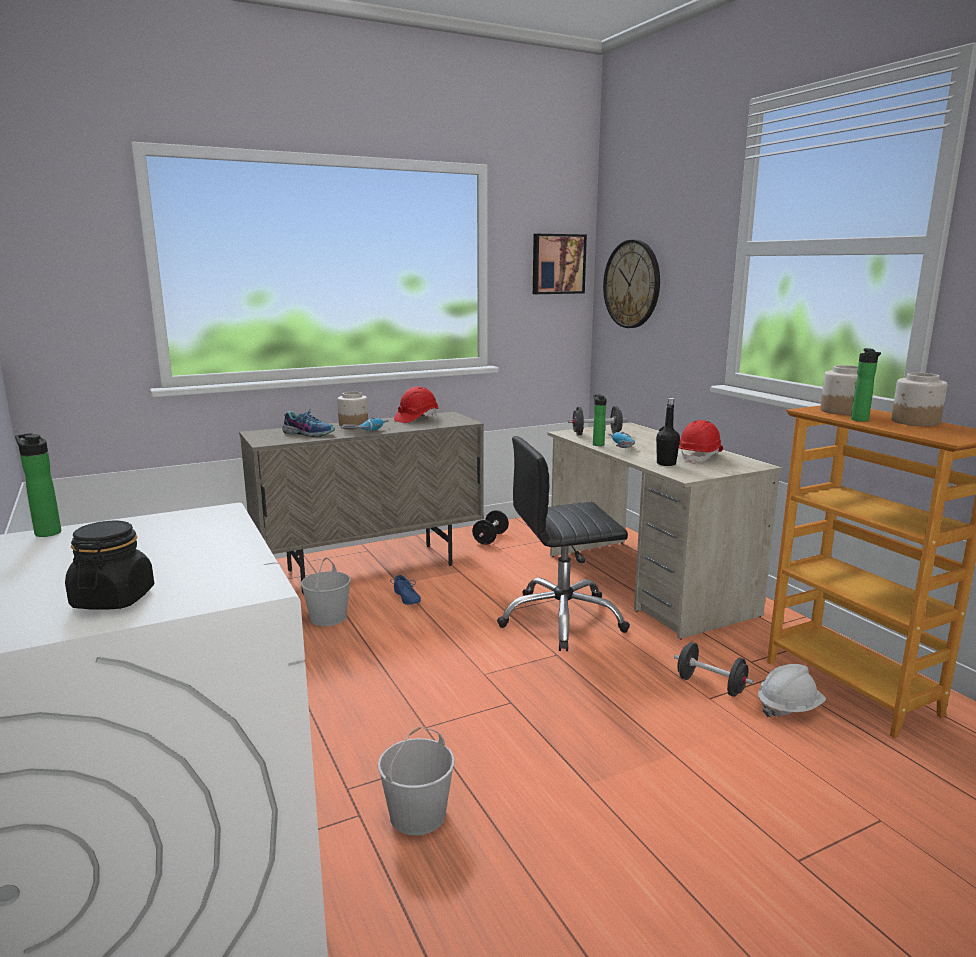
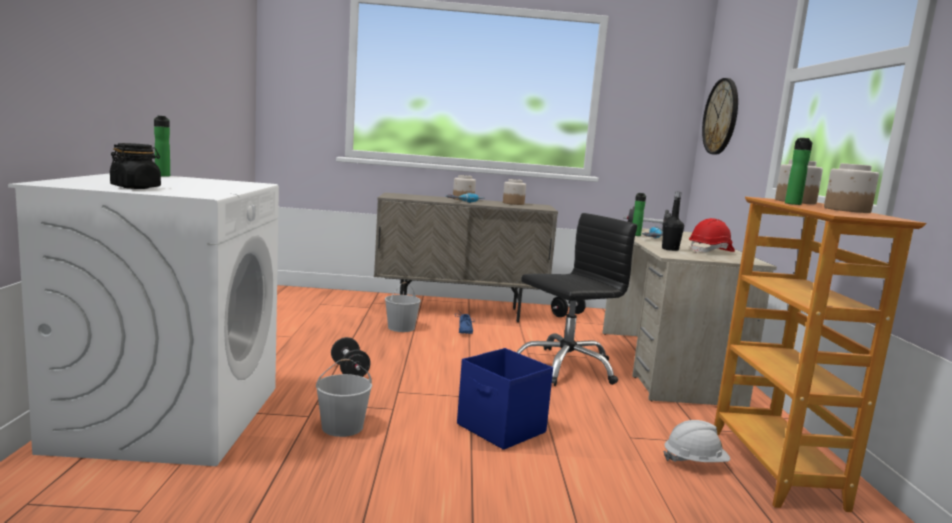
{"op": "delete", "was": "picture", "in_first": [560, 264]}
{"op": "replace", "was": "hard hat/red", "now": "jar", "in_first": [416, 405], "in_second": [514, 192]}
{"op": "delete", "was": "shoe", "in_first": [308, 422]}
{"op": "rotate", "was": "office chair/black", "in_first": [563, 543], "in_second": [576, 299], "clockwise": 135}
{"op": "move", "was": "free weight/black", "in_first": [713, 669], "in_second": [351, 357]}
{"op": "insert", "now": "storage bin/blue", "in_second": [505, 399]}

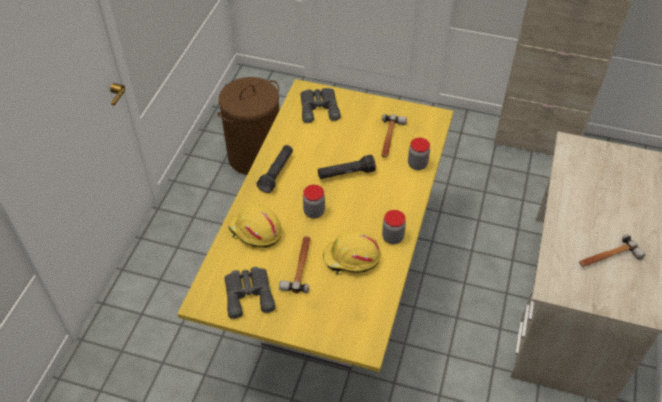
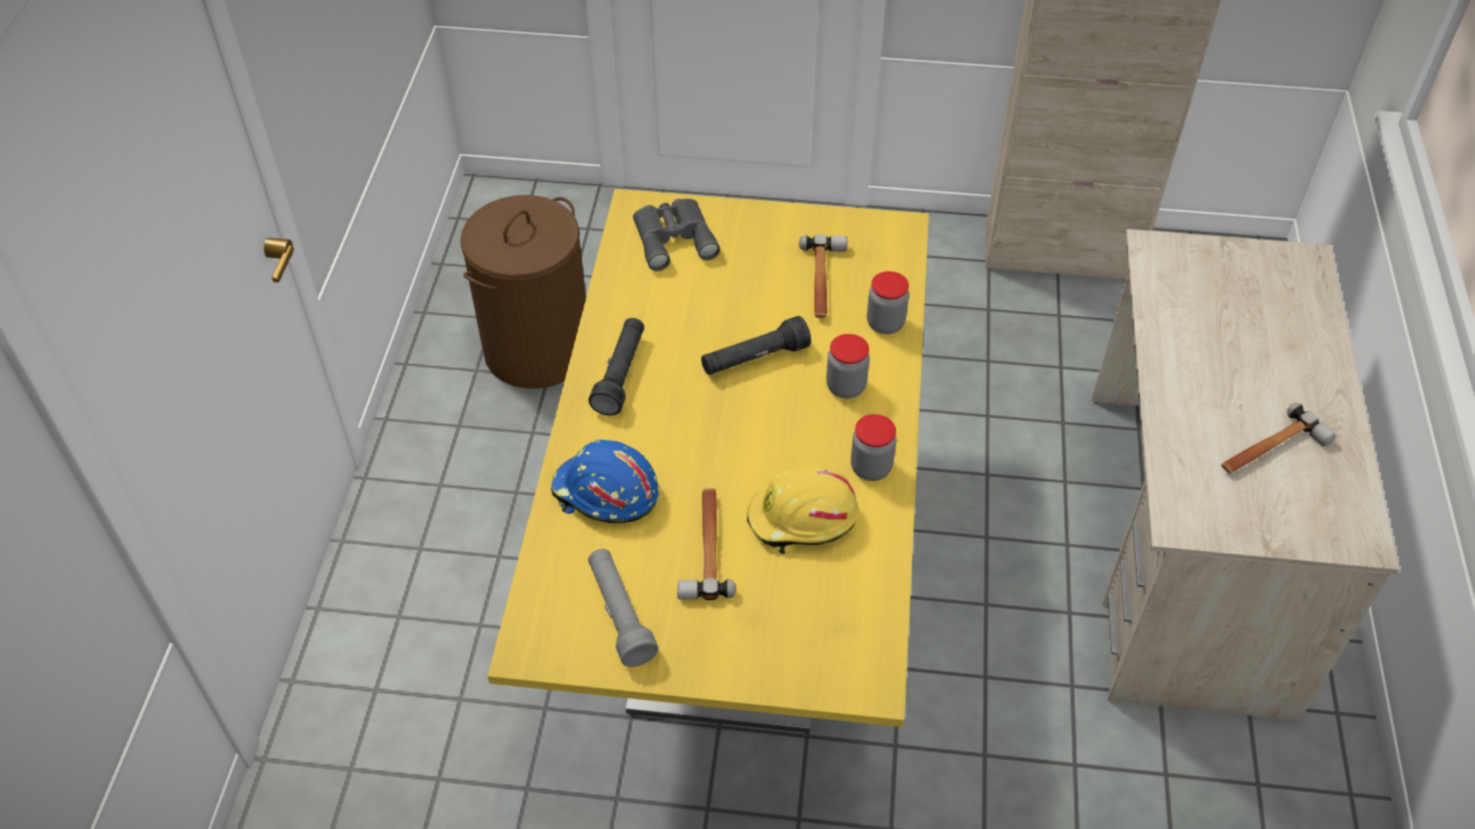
{"op": "move", "was": "jar", "in_first": [314, 201], "in_second": [848, 366]}
{"op": "recolor", "was": "hard hat/yellow", "now": "hard hat/blue", "in_first": [255, 226], "in_second": [605, 481]}
{"op": "replace", "was": "binoculars/grey", "now": "flashlight/grey", "in_first": [249, 293], "in_second": [623, 608]}

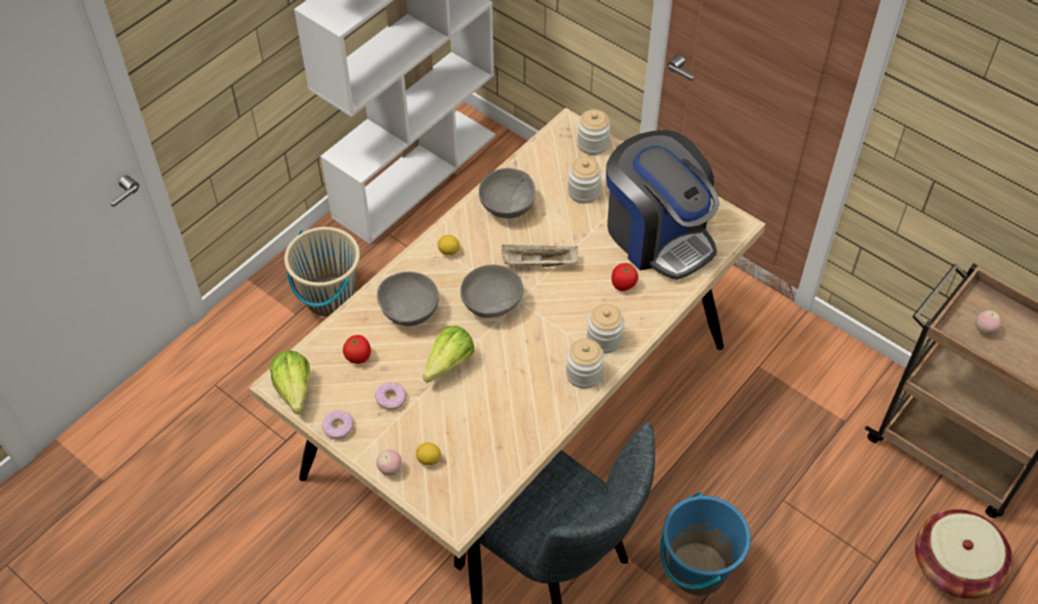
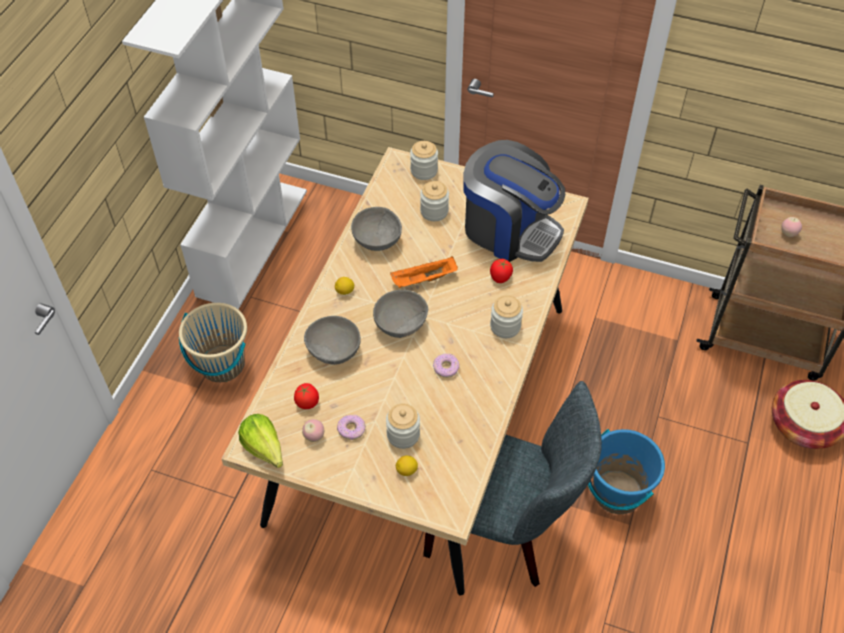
{"op": "recolor", "was": "tray/beige", "now": "tray/orange", "in_first": [540, 255], "in_second": [424, 272]}
{"op": "delete", "was": "lettuce head", "in_first": [448, 354]}
{"op": "move", "was": "jar", "in_first": [585, 363], "in_second": [403, 426]}
{"op": "move", "was": "doughnut", "in_first": [338, 425], "in_second": [446, 365]}
{"op": "move", "was": "apple", "in_first": [389, 463], "in_second": [313, 430]}

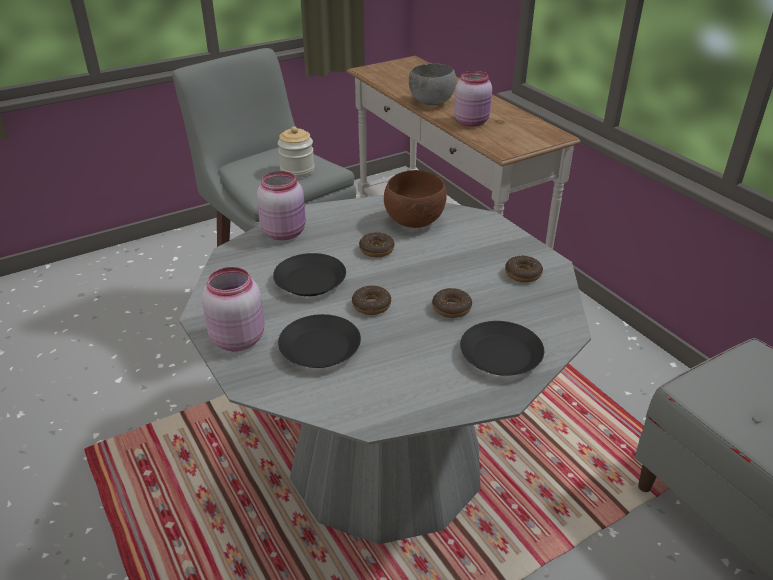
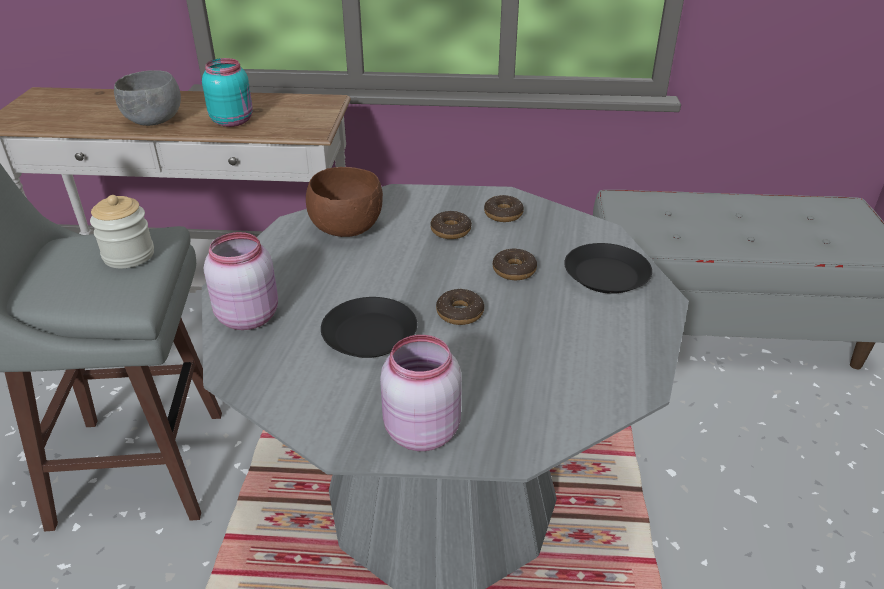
{"op": "recolor", "was": "jar/pinkish", "now": "jar/turquoise-coloured", "in_first": [473, 98], "in_second": [227, 92]}
{"op": "move", "was": "doughnut", "in_first": [376, 244], "in_second": [451, 225]}
{"op": "delete", "was": "flat dish/black", "in_first": [319, 341]}

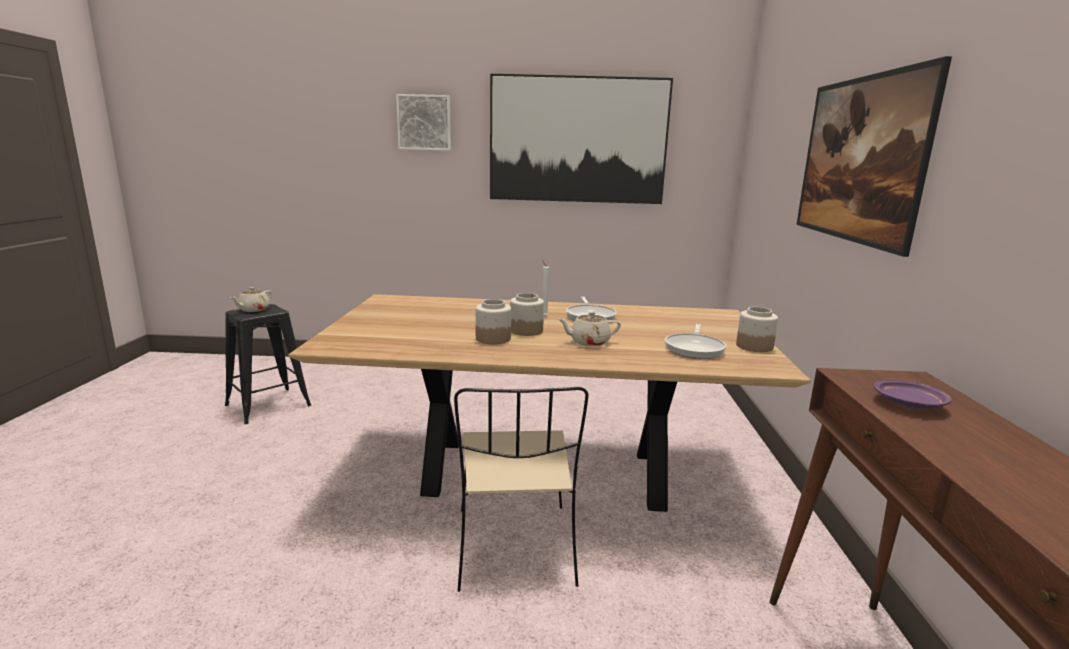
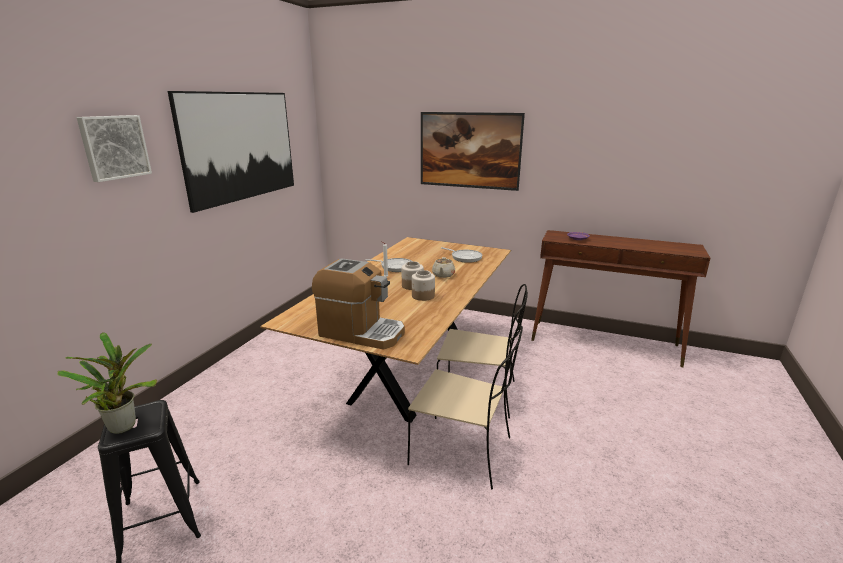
{"op": "replace", "was": "tea pot/beige", "now": "plant in a pot", "in_first": [251, 299], "in_second": [107, 383]}
{"op": "delete", "was": "jar", "in_first": [757, 329]}
{"op": "insert", "now": "coffee brewer", "in_second": [358, 303]}
{"op": "insert", "now": "upright chair/beige", "in_second": [465, 407]}

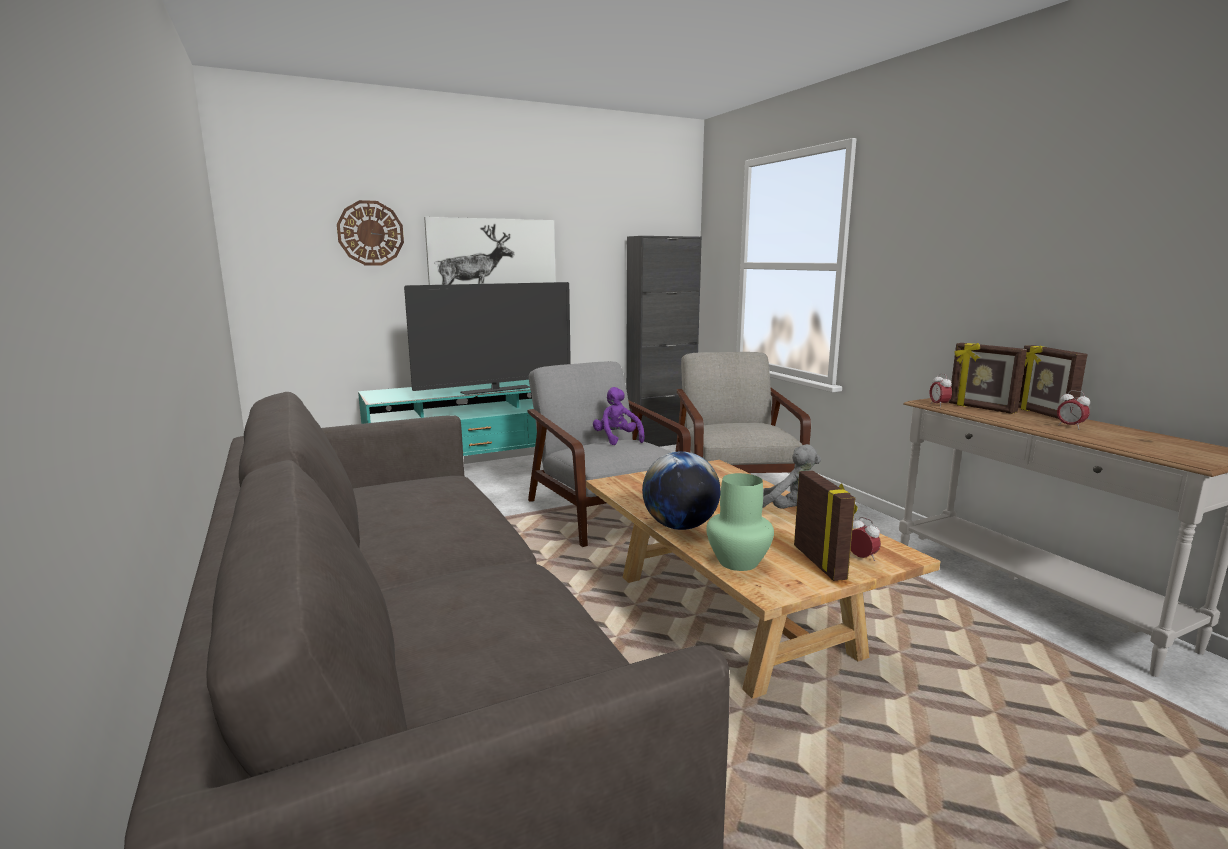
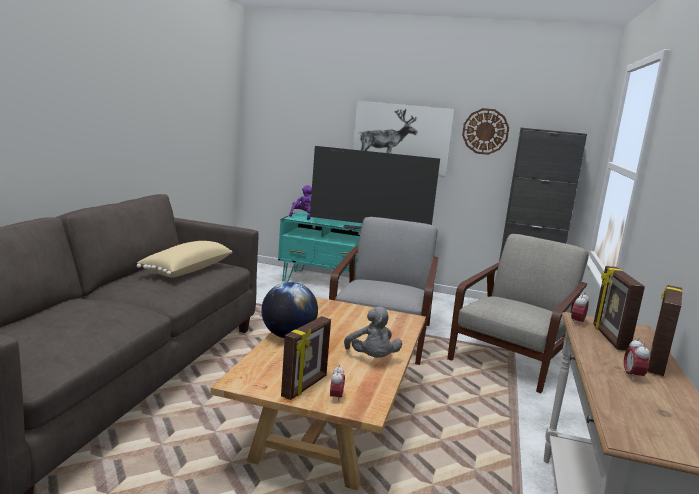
{"op": "move", "was": "hanging clock", "in_first": [370, 233], "in_second": [485, 131]}
{"op": "move", "was": "soft toy/purple", "in_first": [619, 416], "in_second": [300, 202]}
{"op": "delete", "was": "decorative vase/green", "in_first": [740, 522]}
{"op": "insert", "now": "cushion/beige", "in_second": [184, 259]}

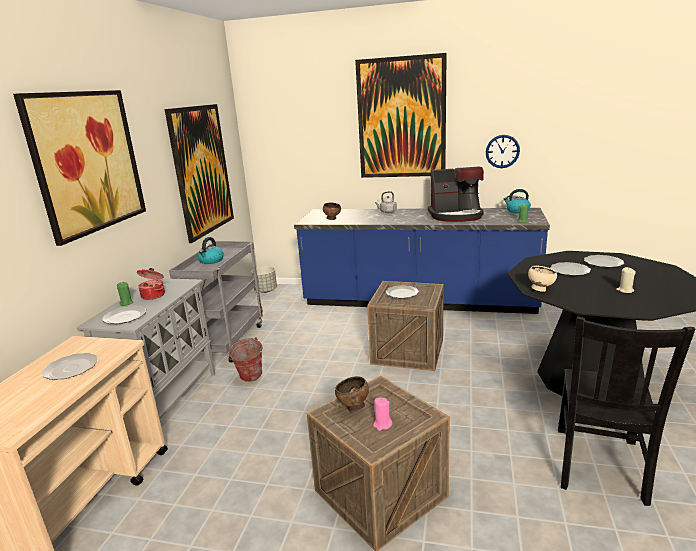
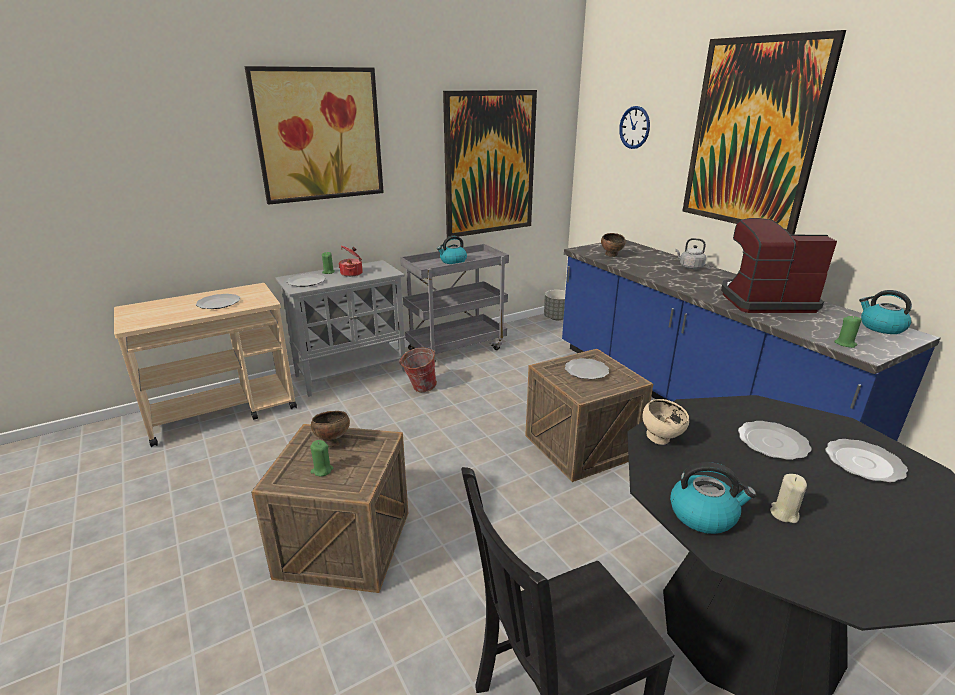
{"op": "move", "was": "hanging clock", "in_first": [503, 151], "in_second": [634, 127]}
{"op": "rotate", "was": "coffee brewer", "in_first": [456, 194], "in_second": [779, 265], "clockwise": 135}
{"op": "recolor", "was": "wax candle/pinkish", "now": "wax candle/green", "in_first": [382, 414], "in_second": [322, 458]}
{"op": "insert", "now": "water kettle", "in_second": [713, 498]}

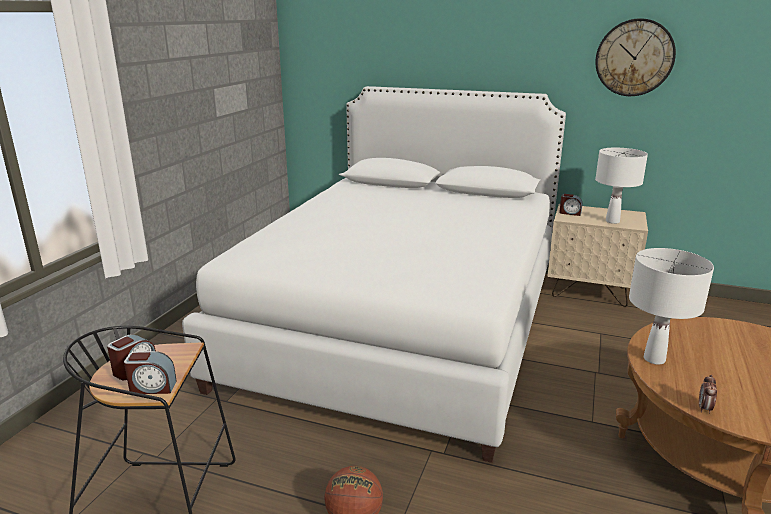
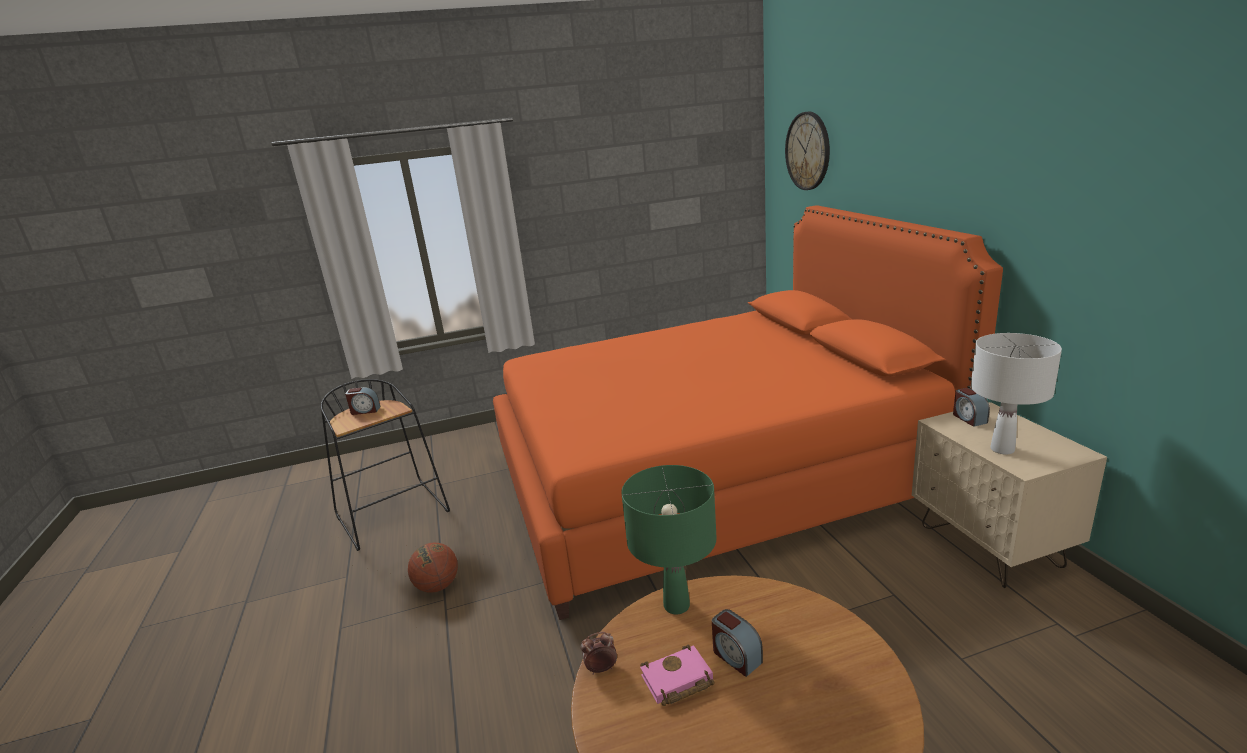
{"op": "move", "was": "hanging clock", "in_first": [636, 57], "in_second": [807, 151]}
{"op": "recolor", "was": "bedroom bed/white", "now": "bedroom bed/orange", "in_first": [374, 274], "in_second": [748, 413]}
{"op": "recolor", "was": "tabletop lamp/white", "now": "tabletop lamp/green", "in_first": [671, 306], "in_second": [669, 539]}
{"op": "move", "was": "table clock", "in_first": [150, 372], "in_second": [737, 643]}
{"op": "insert", "now": "book/pinkish", "in_second": [677, 675]}

